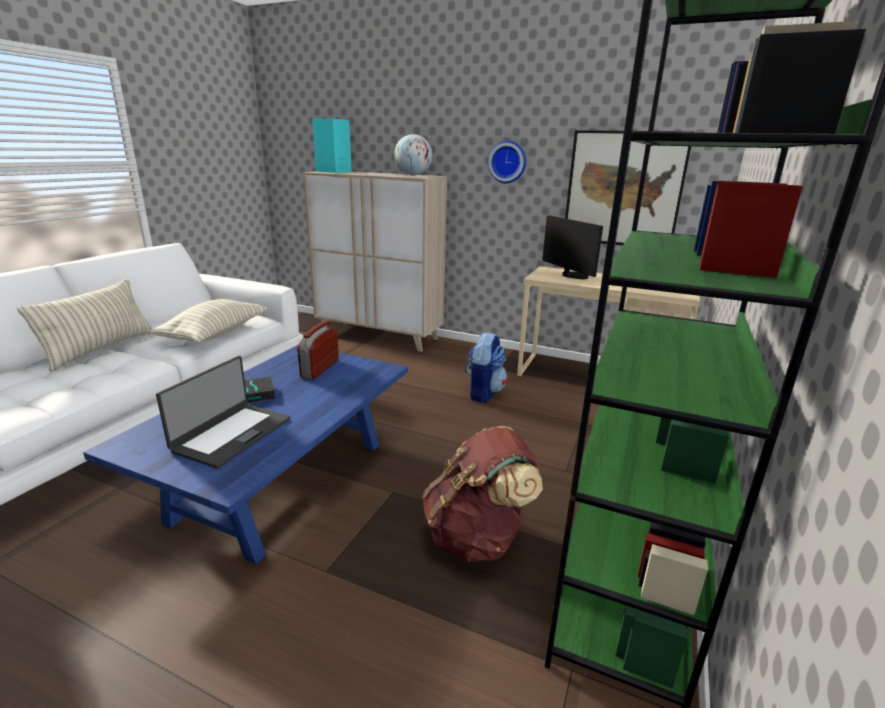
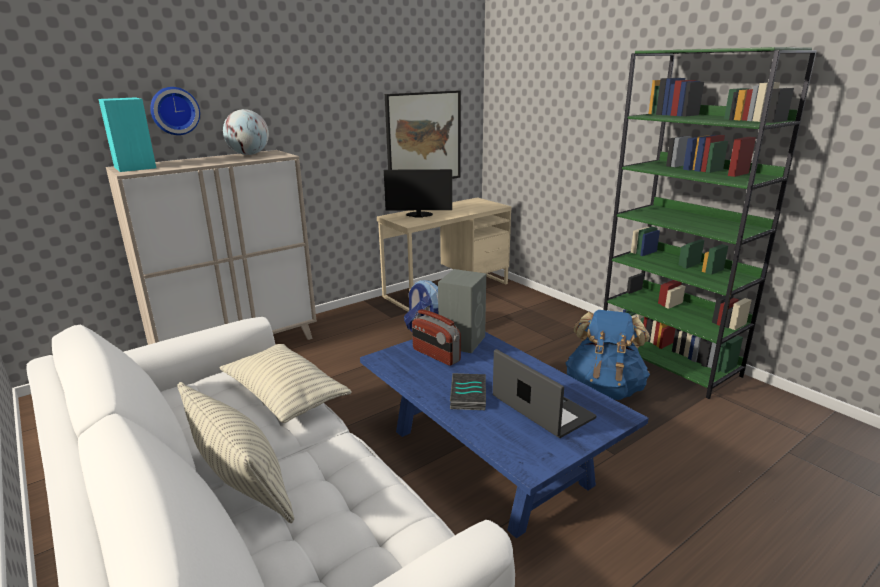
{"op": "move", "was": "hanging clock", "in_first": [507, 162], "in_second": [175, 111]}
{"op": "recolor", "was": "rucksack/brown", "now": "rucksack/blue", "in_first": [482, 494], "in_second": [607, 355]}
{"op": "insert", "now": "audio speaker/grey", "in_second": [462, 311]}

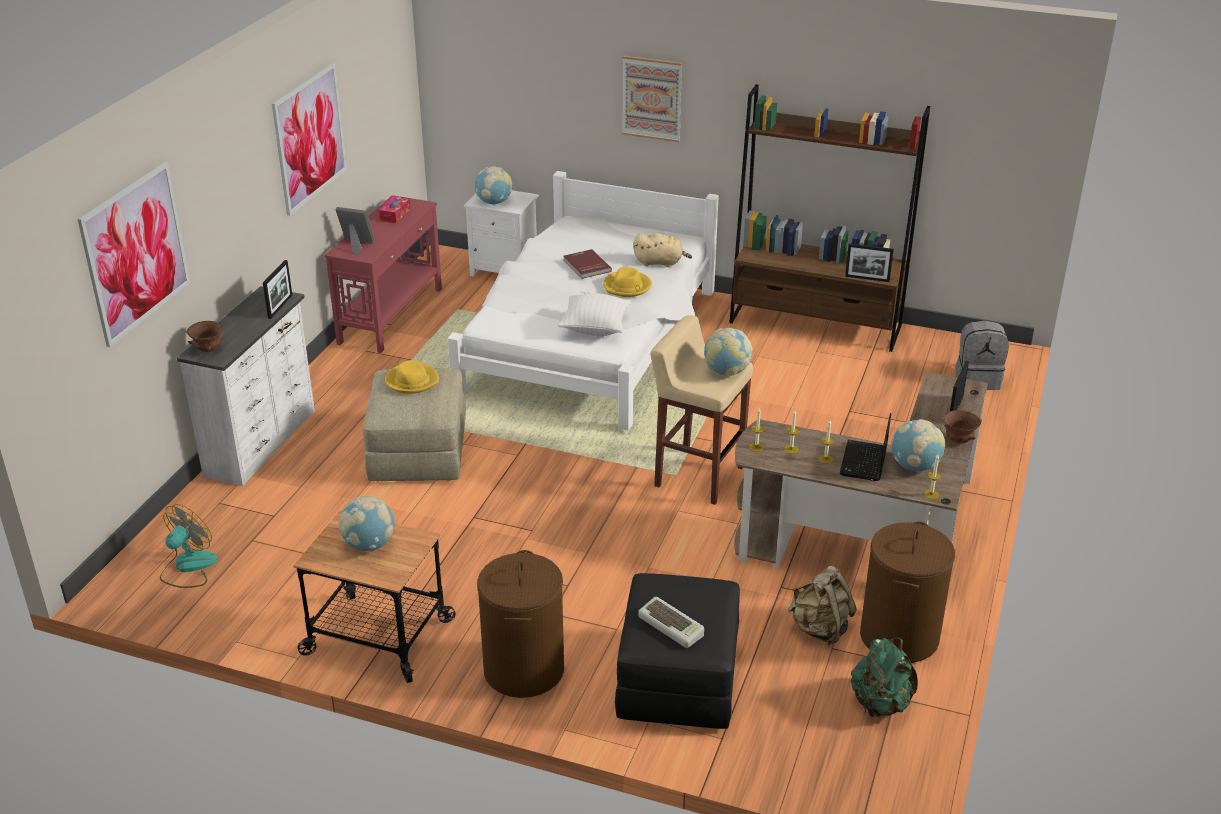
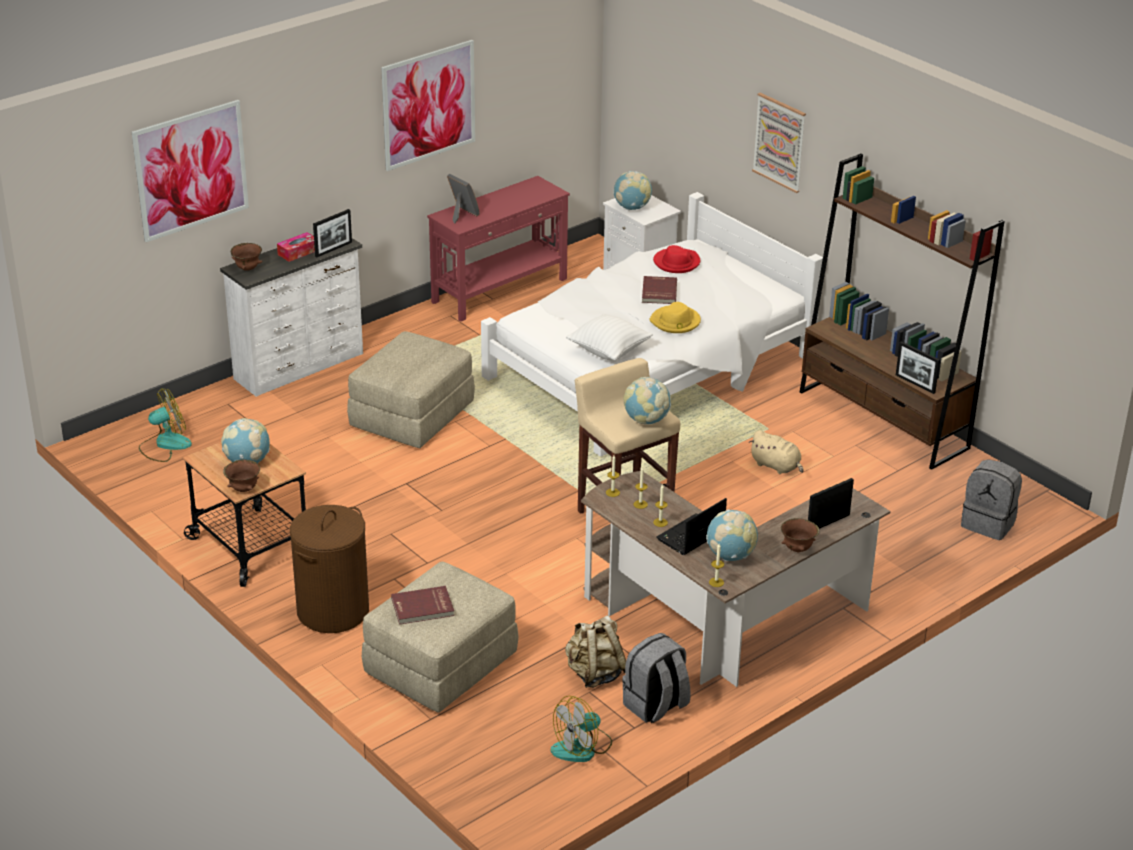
{"op": "move", "was": "tissue box", "in_first": [395, 209], "in_second": [296, 247]}
{"op": "move", "was": "soft toy/beige", "in_first": [662, 250], "in_second": [776, 452]}
{"op": "delete", "was": "wearable hat/yellow", "in_first": [412, 377]}
{"op": "replace", "was": "hamper/brown", "now": "rucksack/grey", "in_first": [907, 592], "in_second": [656, 678]}
{"op": "recolor", "was": "pouffe/black", "now": "pouffe/beige", "in_first": [677, 651], "in_second": [440, 637]}
{"op": "replace", "was": "keyboard", "now": "book/red", "in_first": [671, 622], "in_second": [422, 605]}
{"op": "replace", "was": "rucksack/green", "now": "electric fan", "in_first": [884, 678], "in_second": [581, 729]}
{"op": "insert", "now": "wearable hat/red", "in_second": [676, 259]}
{"op": "insert", "now": "bowl/brown", "in_second": [241, 476]}

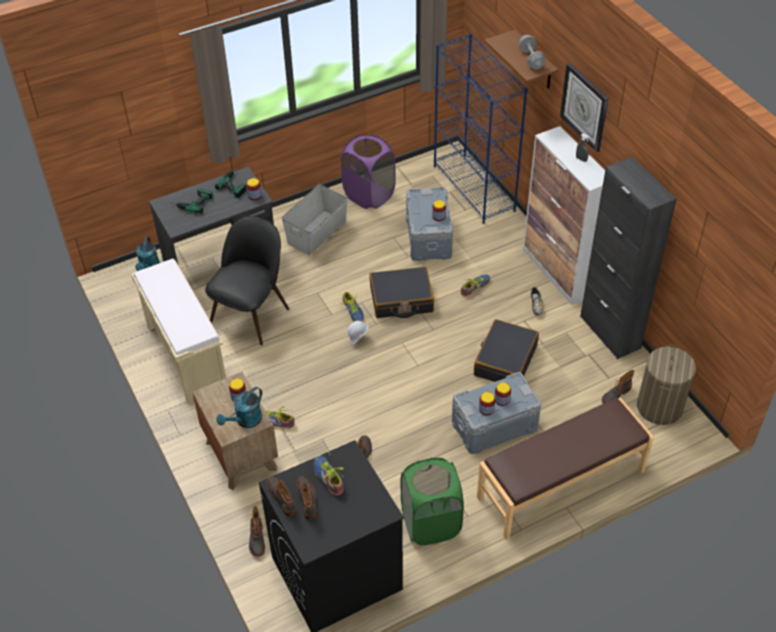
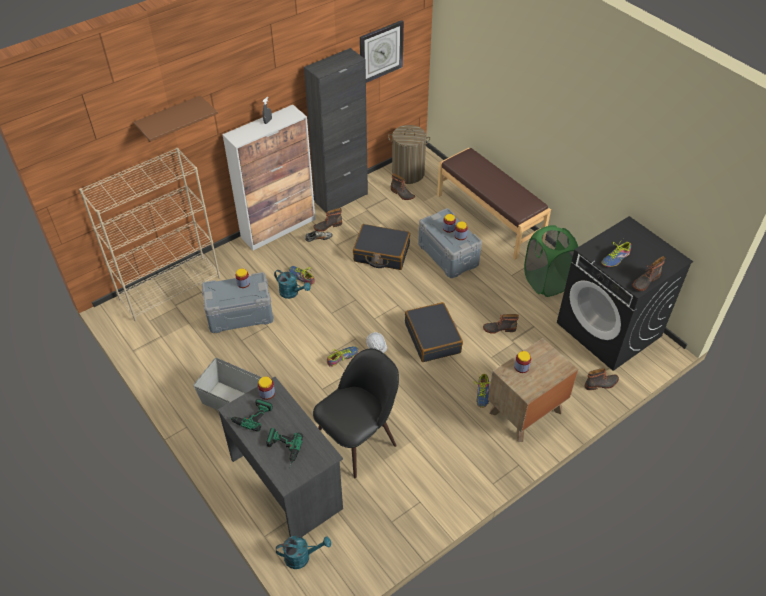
{"op": "recolor", "was": "shelving unit/blue", "now": "shelving unit/beige", "in_first": [481, 128], "in_second": [149, 234]}
{"op": "delete", "was": "free weight/grey", "in_first": [532, 52]}
{"op": "move", "was": "hanging clock", "in_first": [584, 107], "in_second": [382, 51]}
{"op": "delete", "was": "hamper/purple", "in_first": [368, 172]}
{"op": "rotate", "was": "upright chair/black", "in_first": [247, 280], "in_second": [356, 413], "clockwise": 120}
{"op": "delete", "was": "indoor bench/beige", "in_first": [178, 332]}
{"op": "move", "was": "piece of luggage/black", "in_first": [401, 292], "in_second": [434, 332]}
{"op": "move", "was": "sprinkling can/turquoise-coloured", "in_first": [239, 407], "in_second": [292, 284]}
{"op": "move", "was": "tall boot", "in_first": [307, 498], "in_second": [327, 220]}

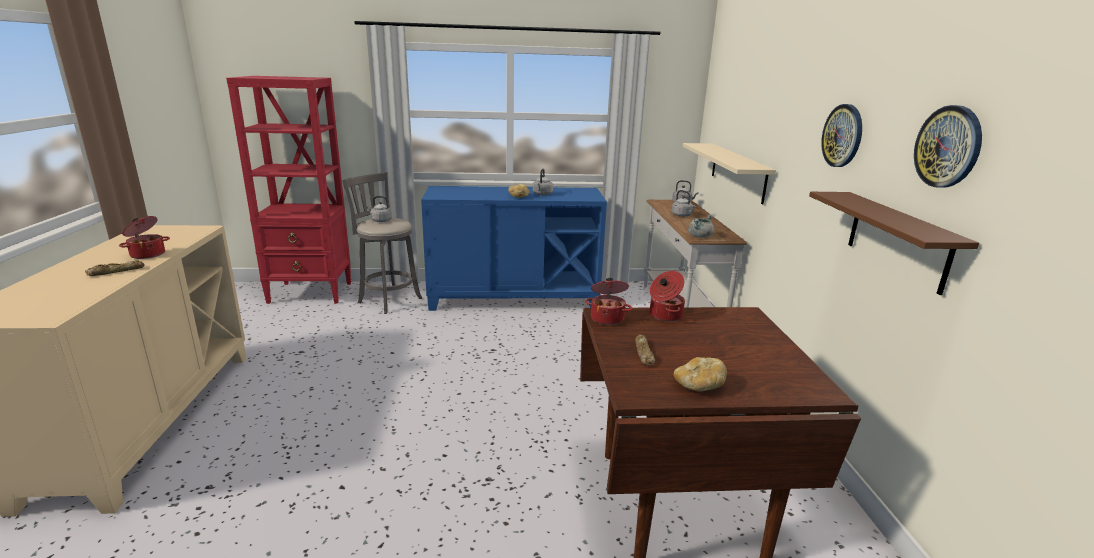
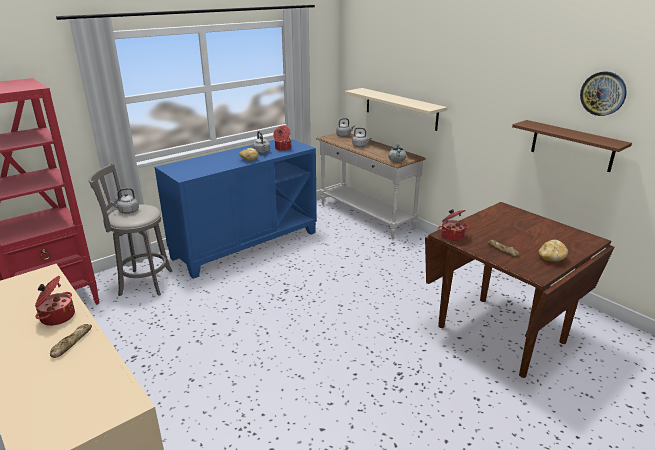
{"op": "delete", "was": "hanging clock", "in_first": [841, 135]}
{"op": "move", "was": "stockpot", "in_first": [667, 296], "in_second": [282, 138]}

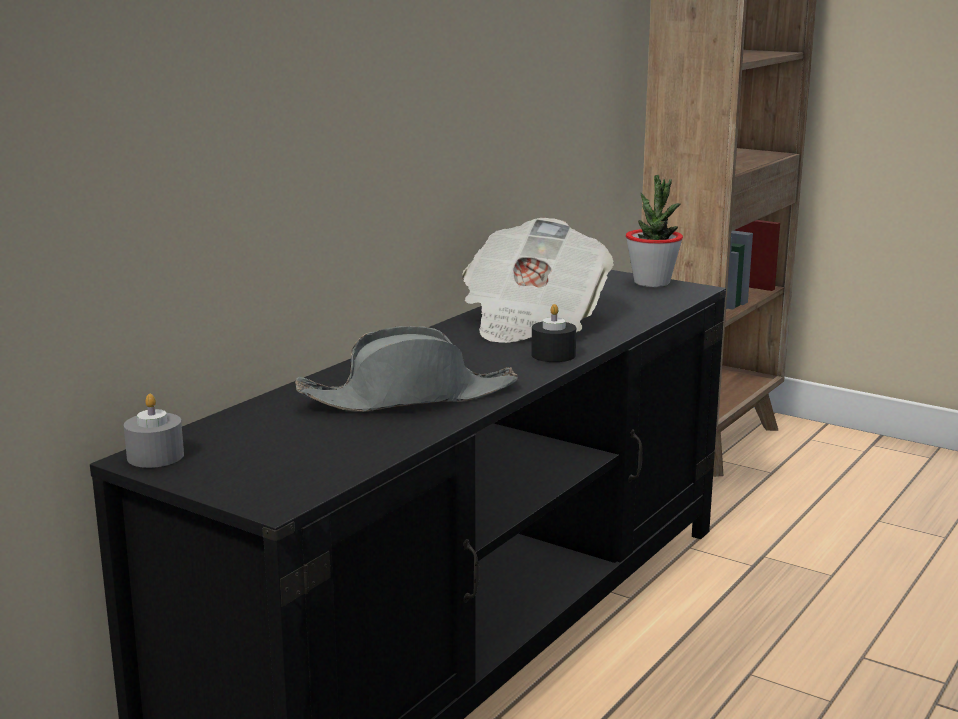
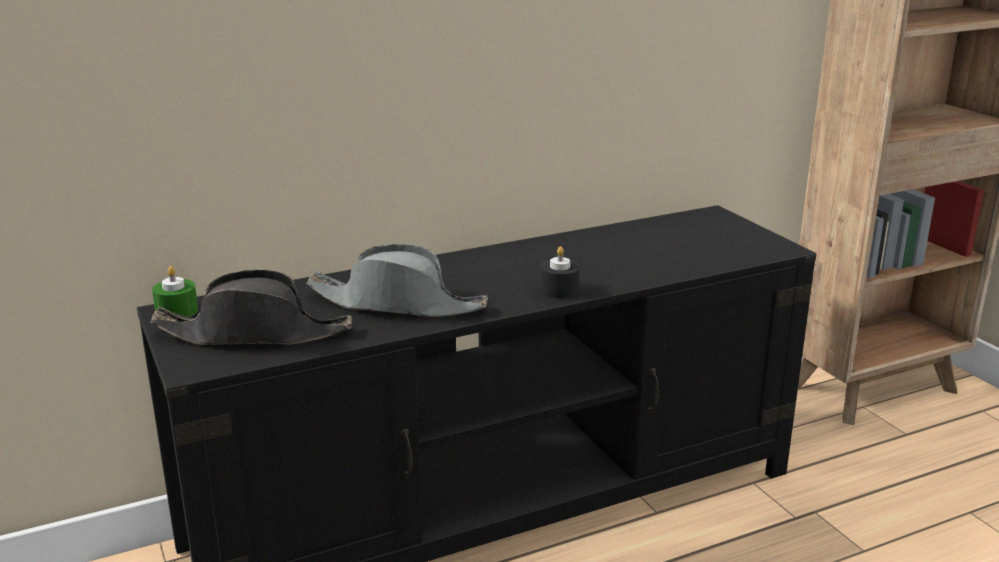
{"op": "delete", "was": "plant in a pot", "in_first": [654, 231]}
{"op": "delete", "was": "daily paper", "in_first": [538, 280]}
{"op": "recolor", "was": "wax candle/grey", "now": "wax candle/green", "in_first": [154, 431], "in_second": [175, 291]}
{"op": "insert", "now": "wearable hat/black", "in_second": [251, 307]}

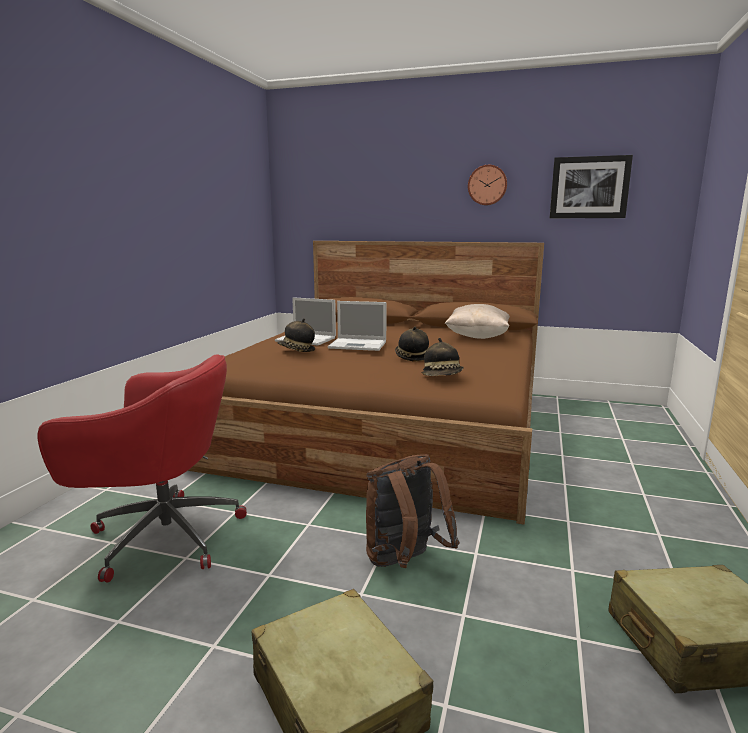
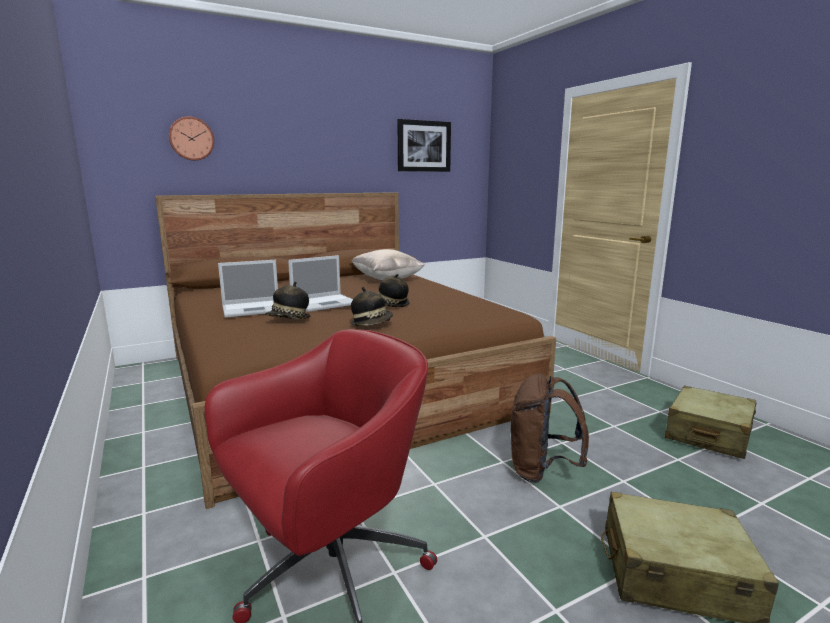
{"op": "move", "was": "hanging clock", "in_first": [487, 185], "in_second": [191, 138]}
{"op": "move", "was": "wearable hat", "in_first": [442, 357], "in_second": [372, 306]}

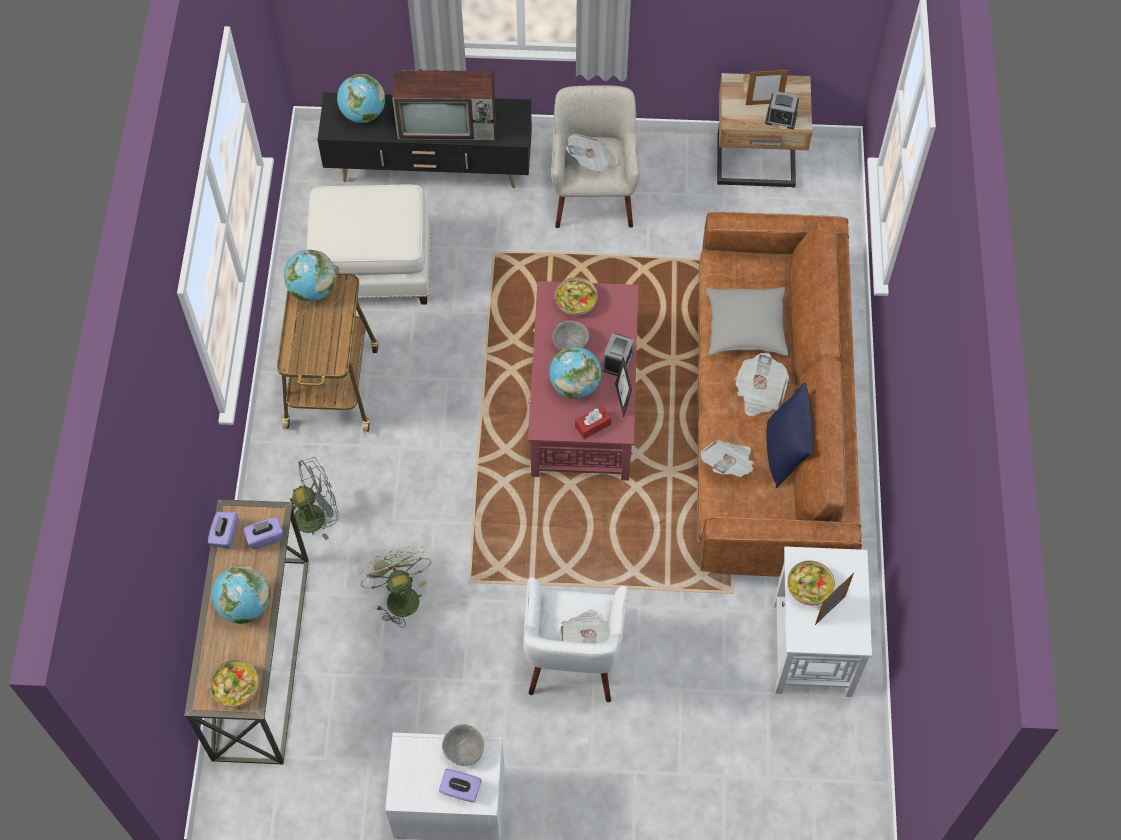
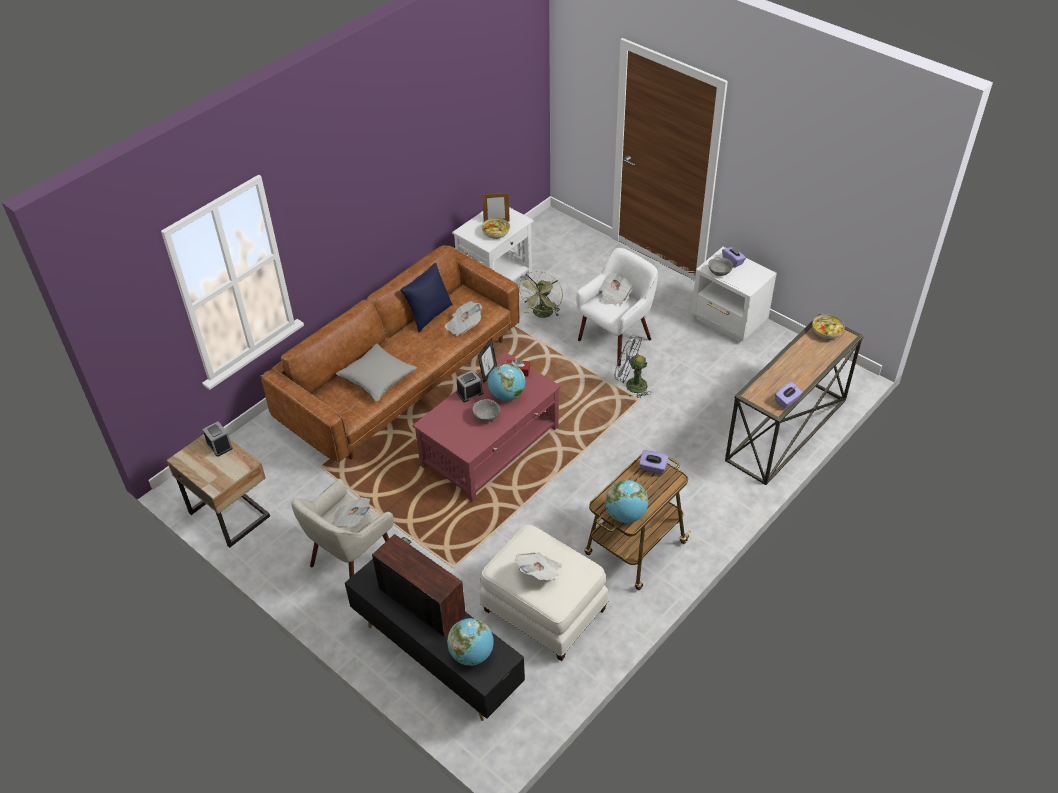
{"op": "delete", "was": "picture frame", "in_first": [767, 87]}
{"op": "delete", "was": "bowl", "in_first": [576, 296]}
{"op": "move", "was": "daily paper", "in_first": [762, 384], "in_second": [538, 566]}
{"op": "move", "was": "electric fan/grey", "in_first": [314, 498], "in_second": [633, 366]}
{"op": "move", "was": "tissue box/purple", "in_first": [263, 533], "in_second": [654, 462]}
{"op": "move", "was": "electric fan/green", "in_first": [395, 587], "in_second": [540, 294]}
{"op": "delete", "was": "globe", "in_first": [241, 594]}

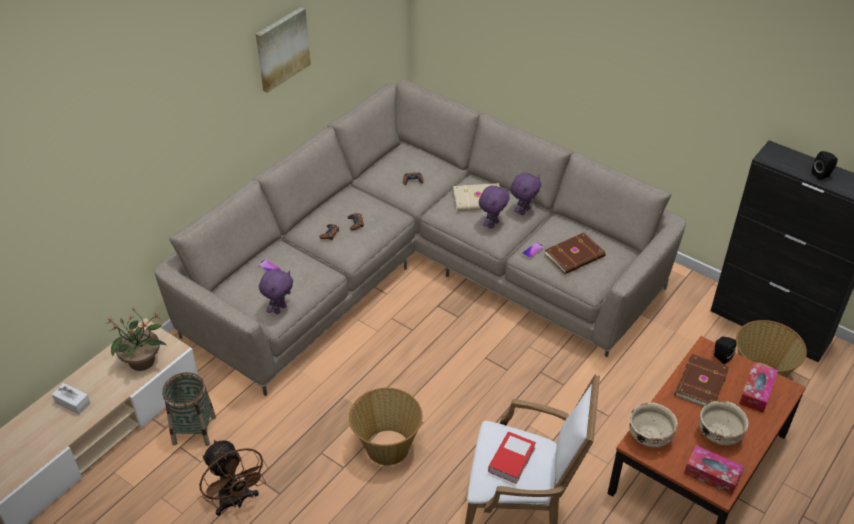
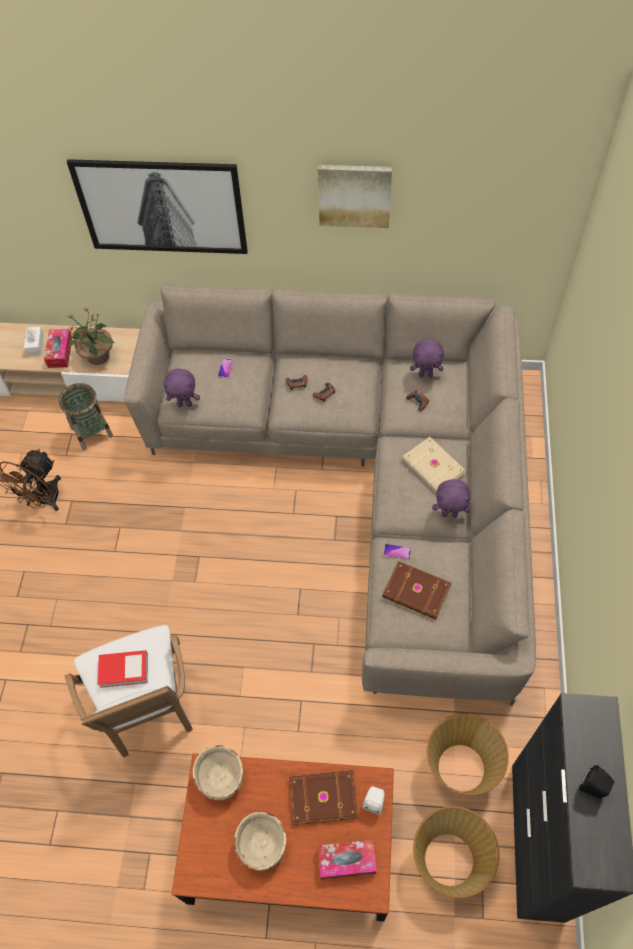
{"op": "move", "was": "soft toy/purple", "in_first": [494, 207], "in_second": [427, 358]}
{"op": "recolor", "was": "audio speaker/black", "now": "audio speaker/white", "in_first": [725, 350], "in_second": [374, 800]}
{"op": "move", "was": "basket", "in_first": [385, 427], "in_second": [468, 754]}
{"op": "move", "was": "tissue box", "in_first": [714, 470], "in_second": [58, 348]}
{"op": "insert", "now": "picture", "in_second": [157, 206]}

